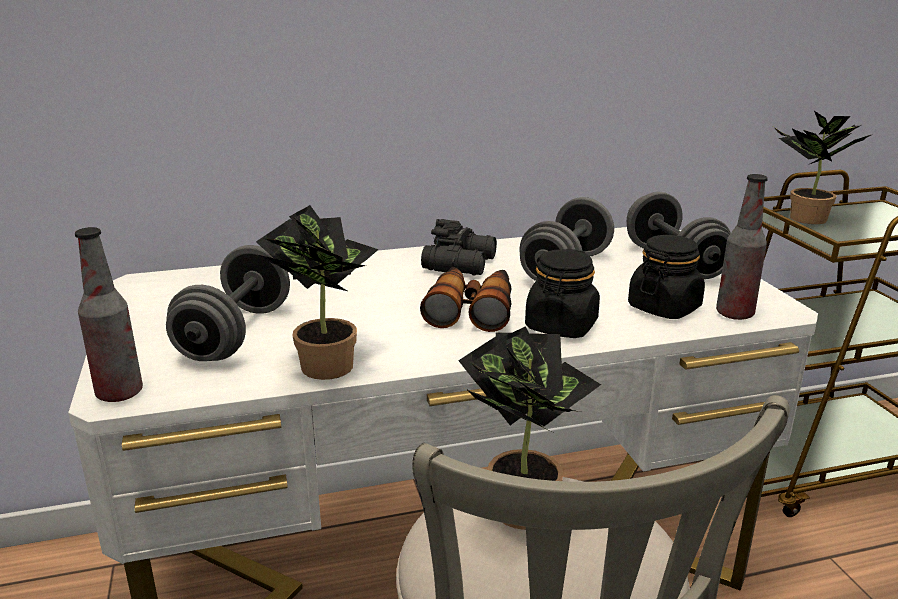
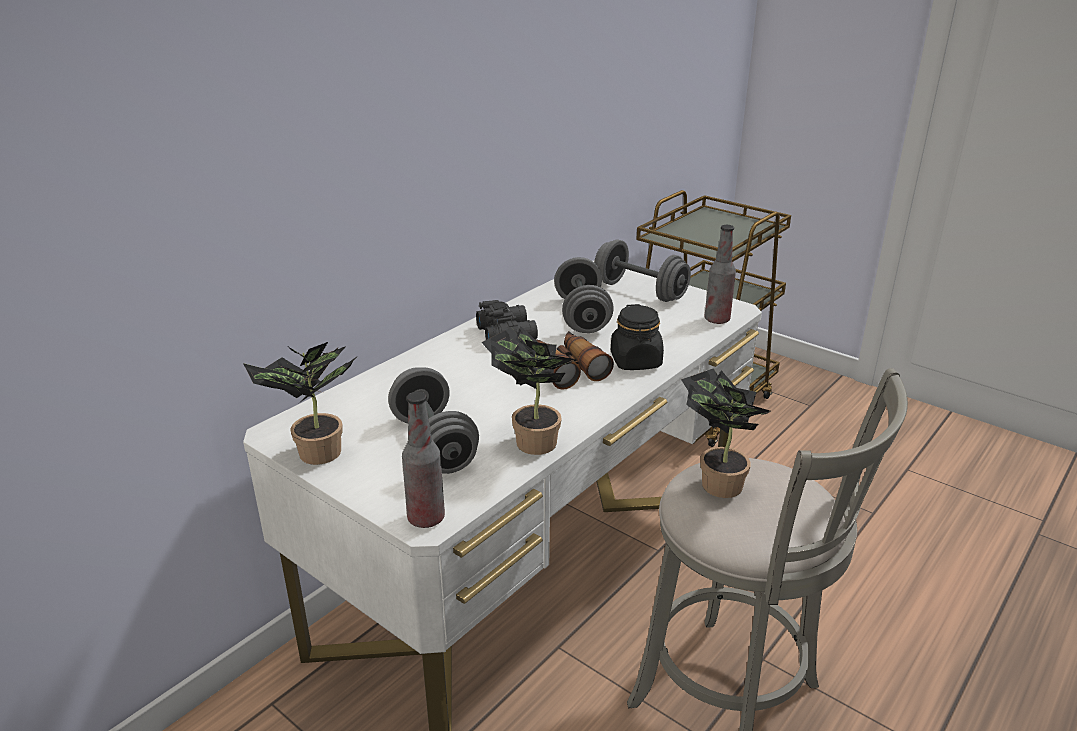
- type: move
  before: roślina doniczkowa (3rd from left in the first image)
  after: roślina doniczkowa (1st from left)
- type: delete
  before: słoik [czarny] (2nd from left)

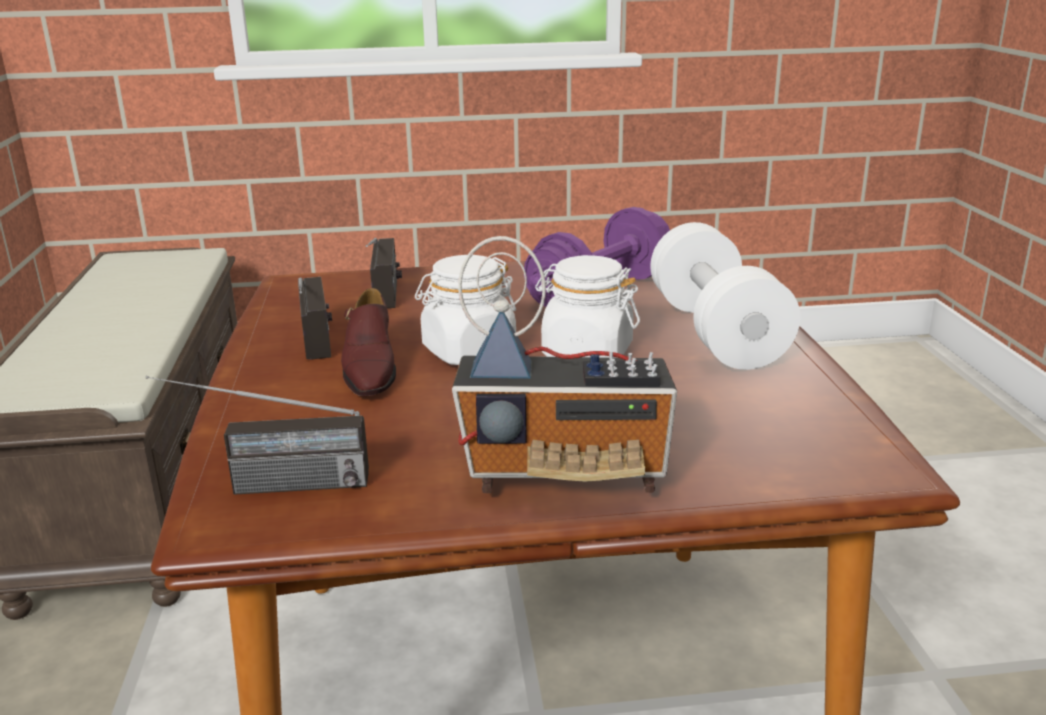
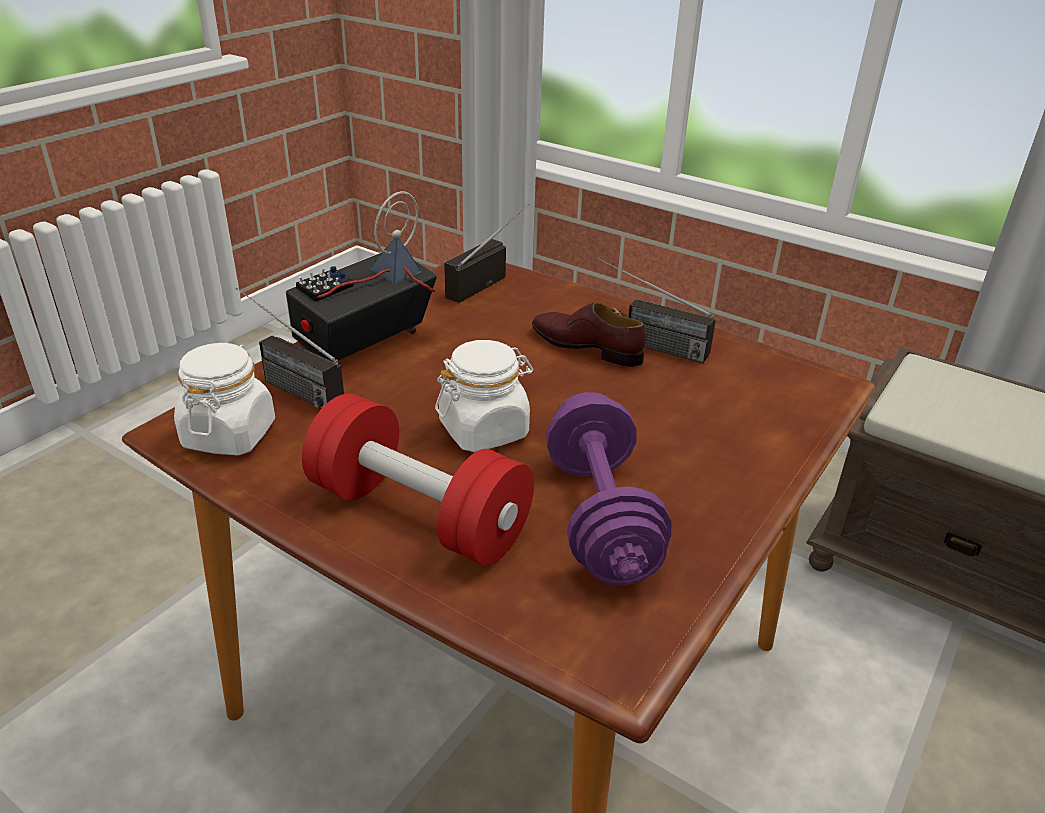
- type: move
  before: słoik [biały] (1st from left)
- type: move
  before: radio (3rd from left in the first image)
  after: radio (1st from left)
- type: recolor
  before: hantel [biały]
  after: hantel [czerwony]

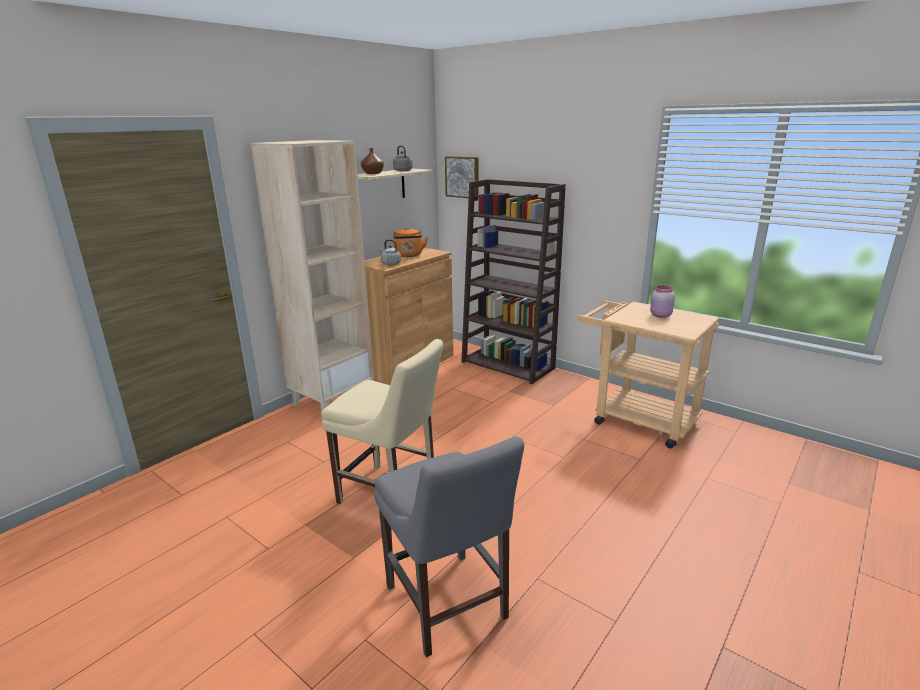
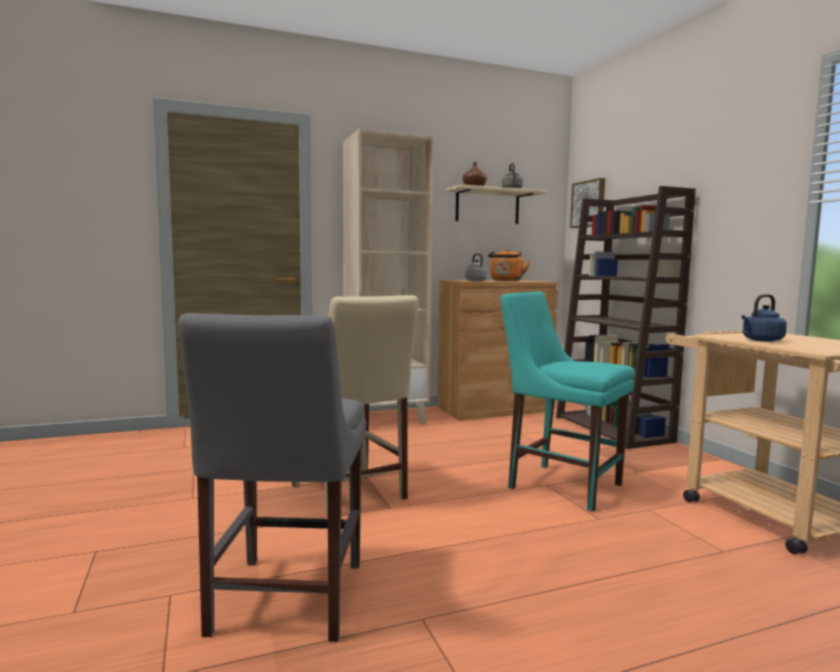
- type: insert
  after: krzesło [turkusowy]
- type: insert
  after: czajnik [niebieski]
- type: delete
  before: słoik [różowy]

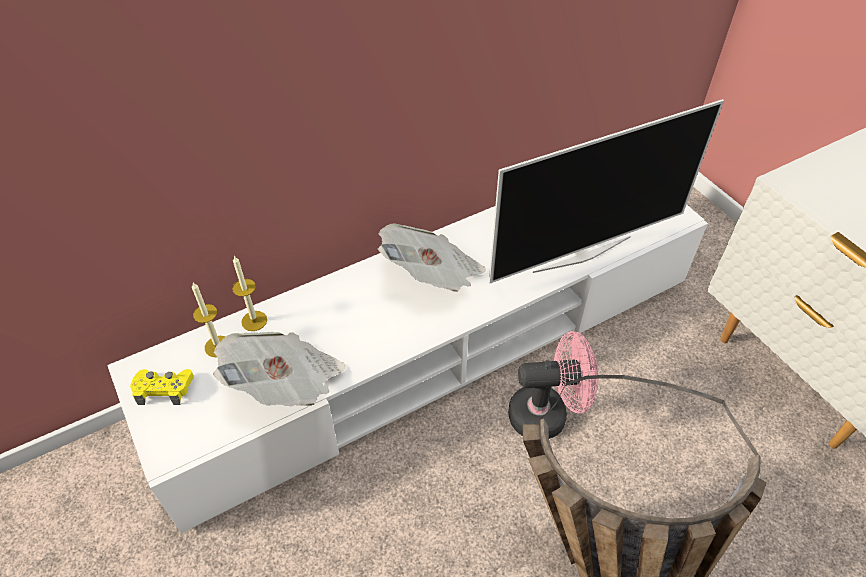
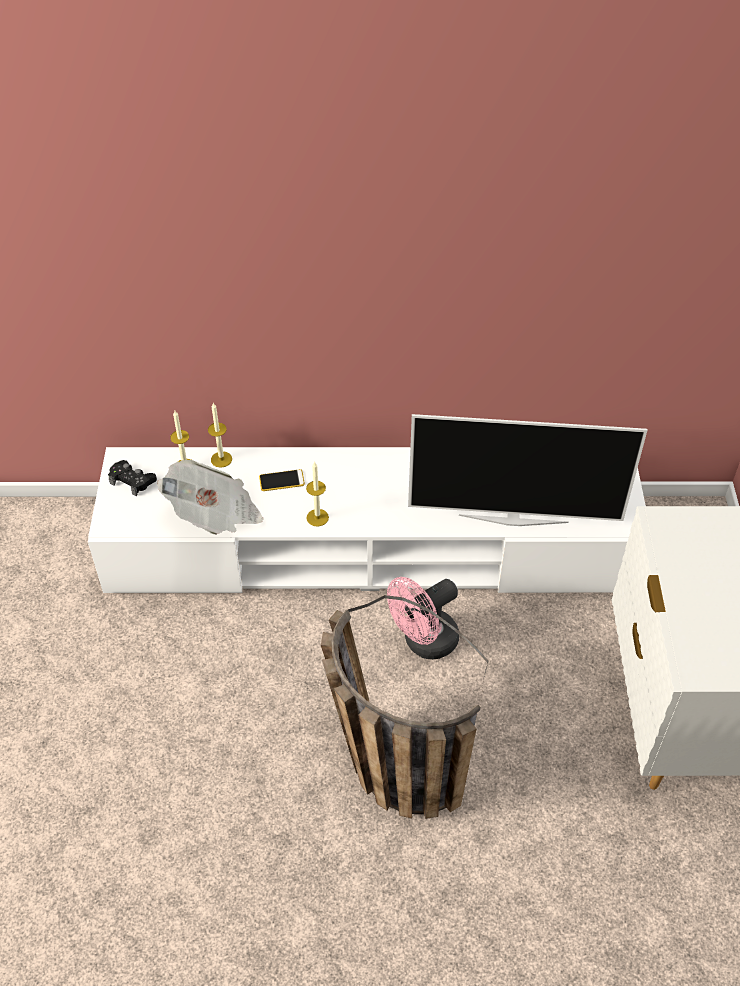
- type: recolor
  before: pad do gier [żółty]
  after: pad do gier [czarny]
- type: insert
  after: telefon
- type: insert
  after: świeca (3rd from left)
- type: rotate
  before: wentylator [różowy]
  turn: 120
- type: delete
  before: gazeta (2nd from left)

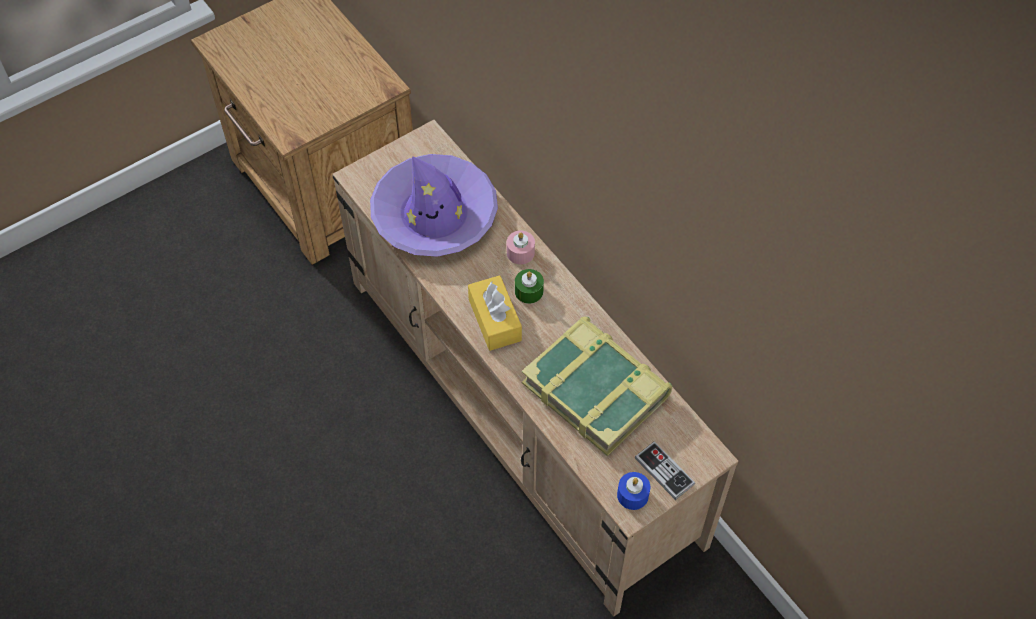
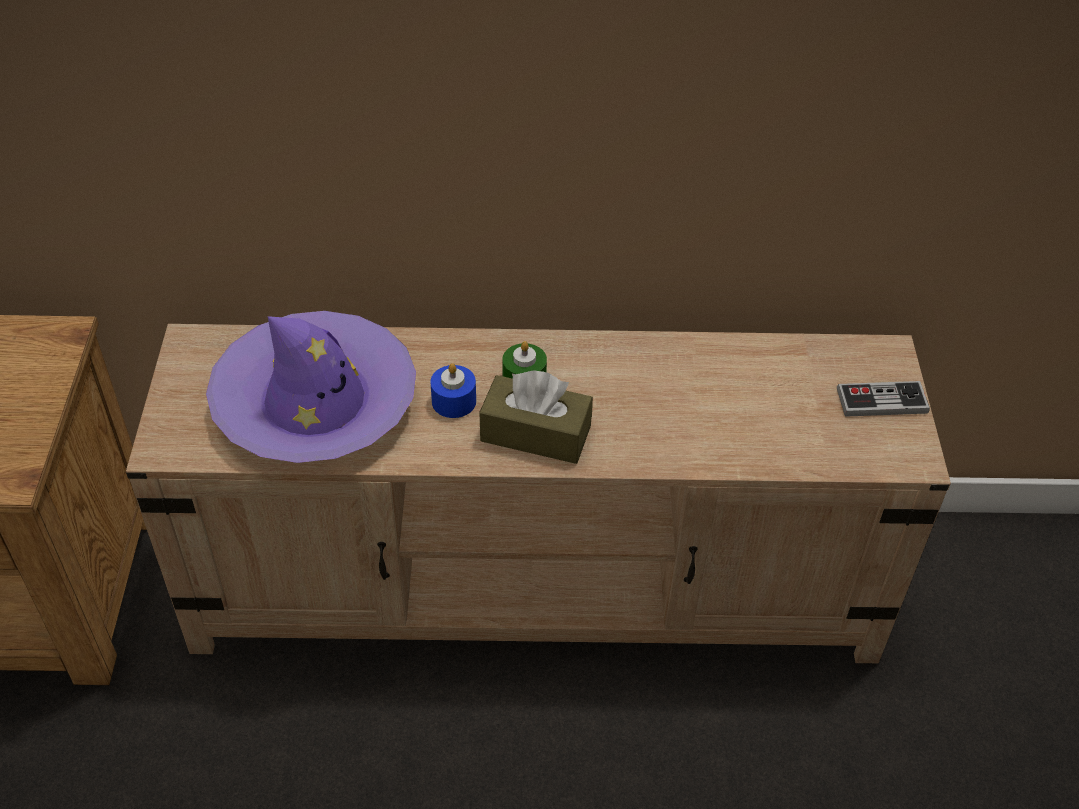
- type: move
  before: świeca [niebieski]
- type: recolor
  before: pudełko chusteczek [żółty]
  after: pudełko chusteczek [brązowy]
- type: delete
  before: świeca [różowy]
- type: delete
  before: książka

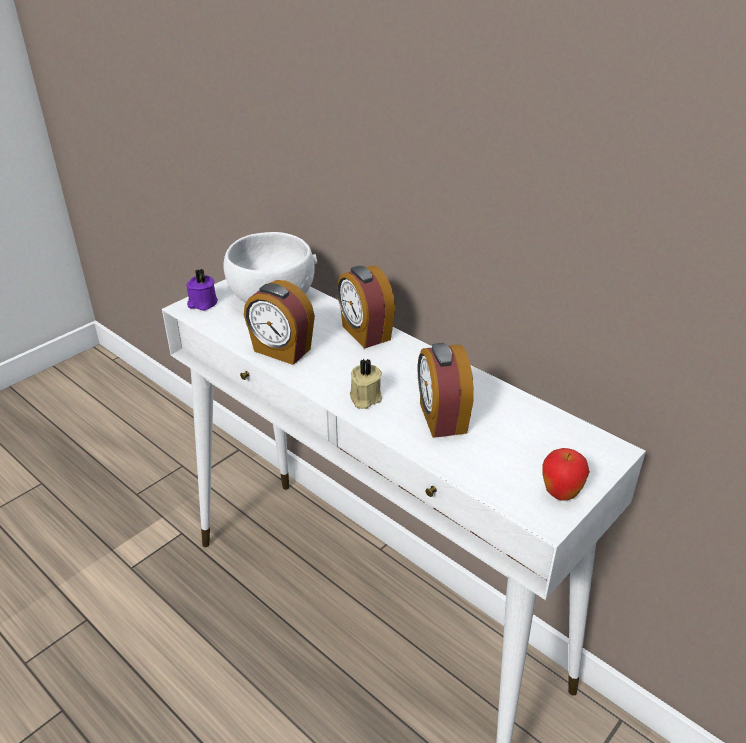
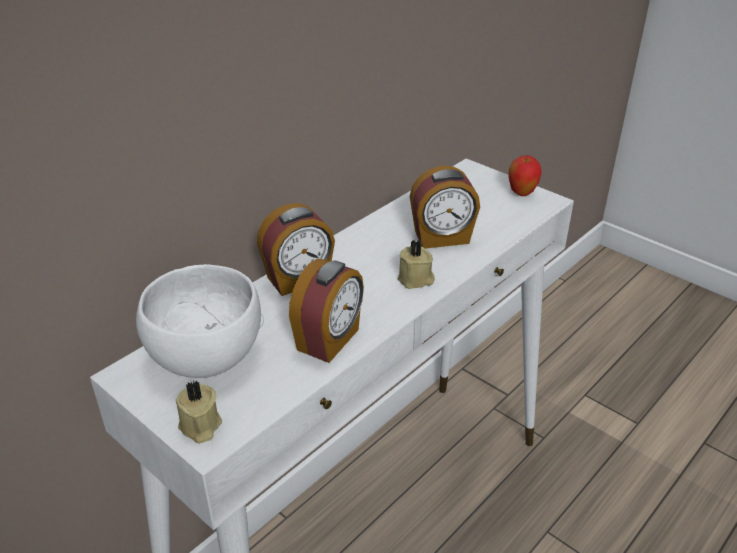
- type: recolor
  before: świeca [fioletowy]
  after: świeca [beżowy] (1st from left)

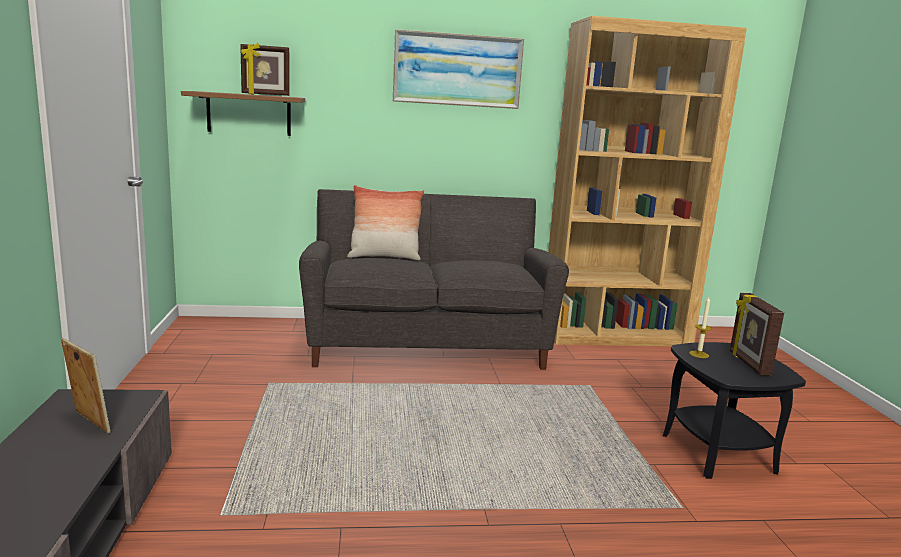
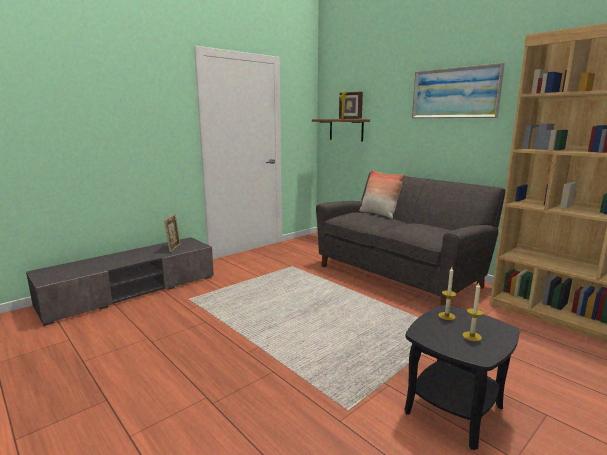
- type: replace
  before: ramka na zdjęcie (3rd from left)
  after: świeca (2nd from left)

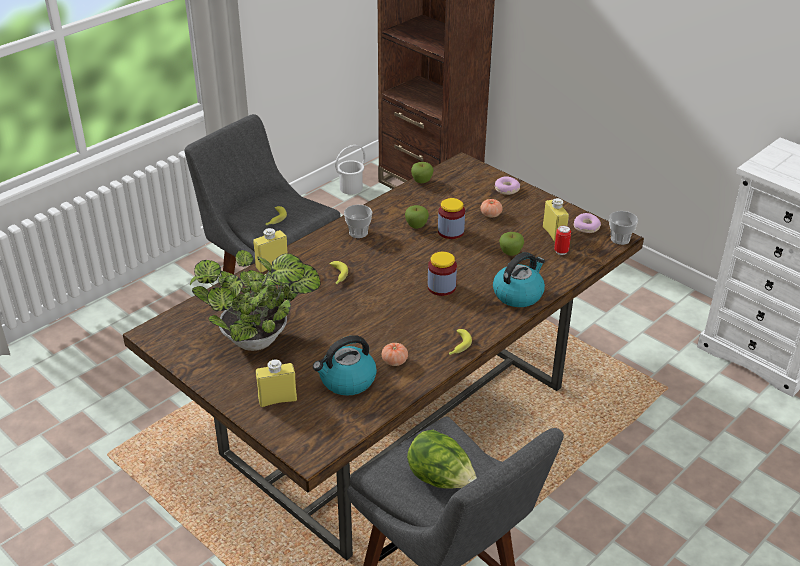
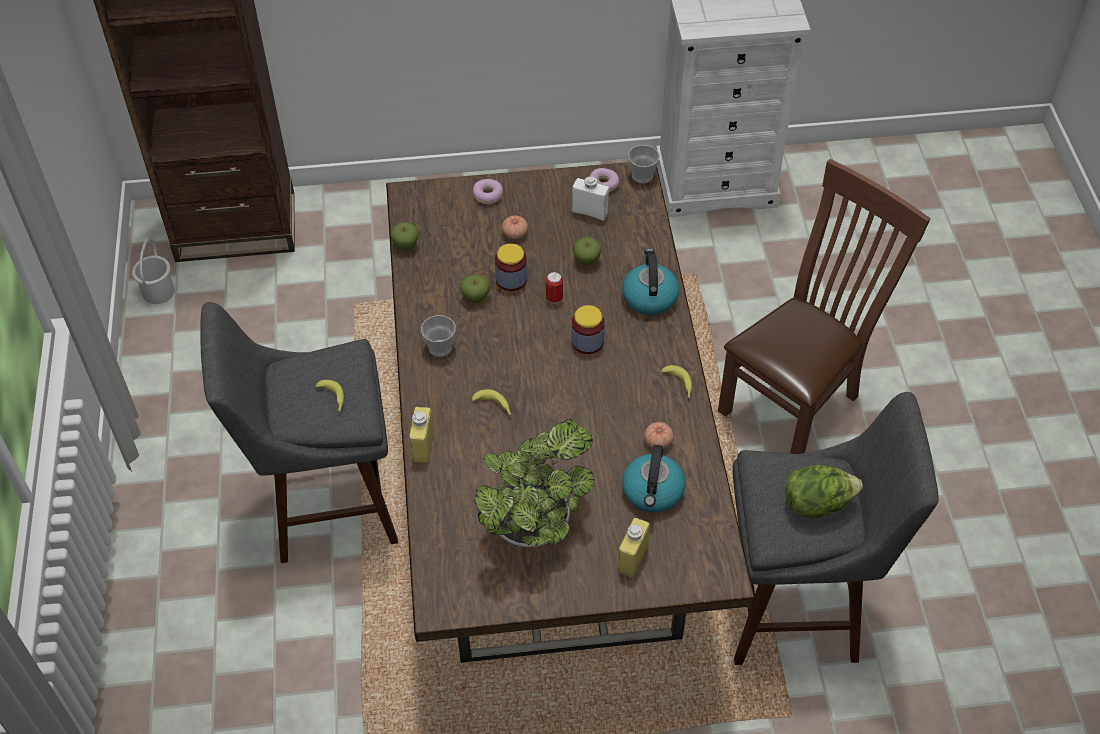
- type: move
  before: puszka
- type: recolor
  before: butelka [żółty] (3rd from left)
  after: butelka [biały]
- type: insert
  after: krzesło [brązowy]

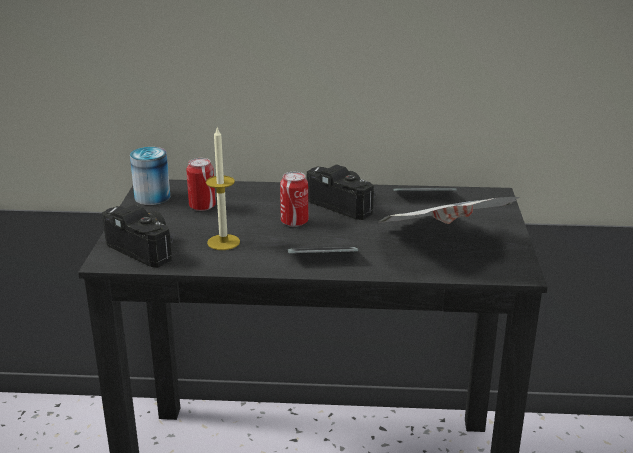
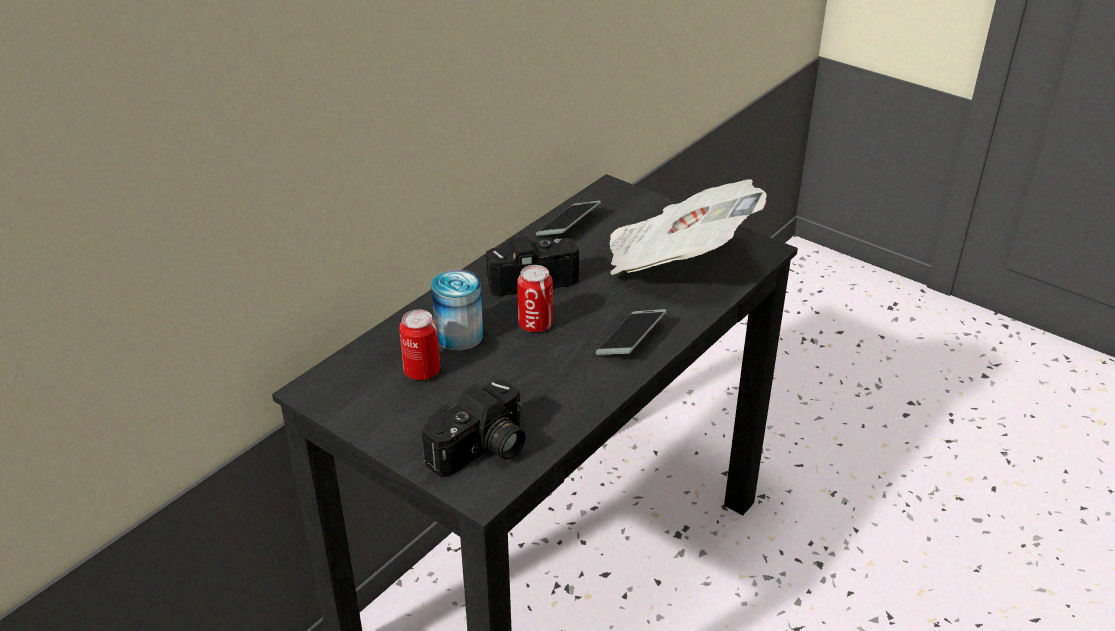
- type: rotate
  before: aparat fotograficzny (1st from left)
  turn: 150
- type: move
  before: puszka (1st from left in the first image)
  after: puszka (2nd from left)
- type: delete
  before: świeca

